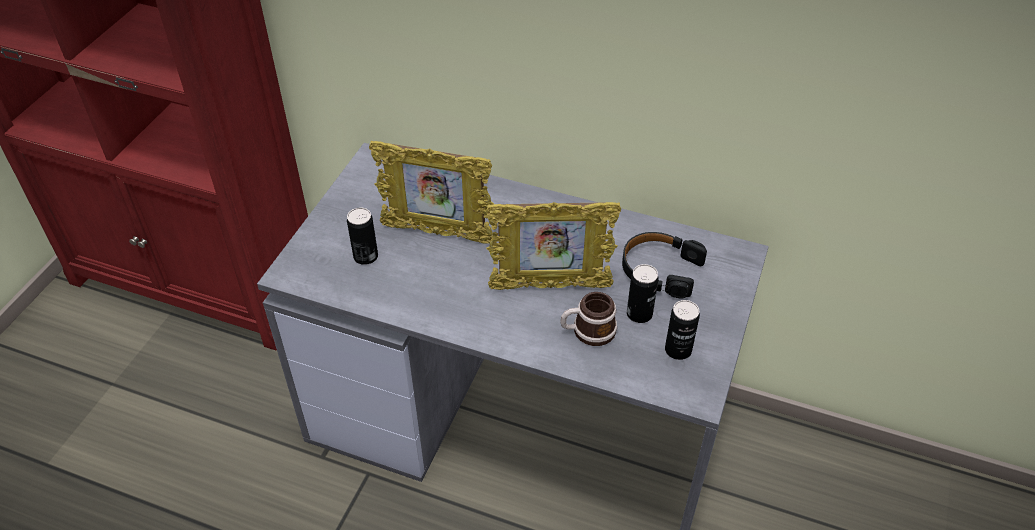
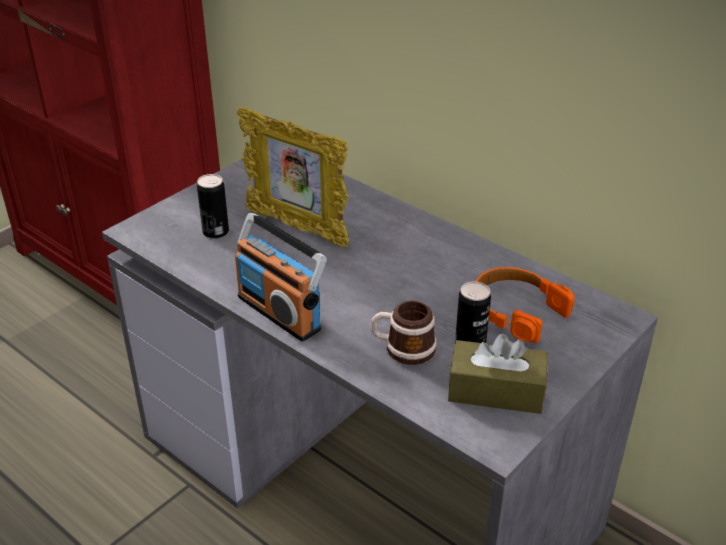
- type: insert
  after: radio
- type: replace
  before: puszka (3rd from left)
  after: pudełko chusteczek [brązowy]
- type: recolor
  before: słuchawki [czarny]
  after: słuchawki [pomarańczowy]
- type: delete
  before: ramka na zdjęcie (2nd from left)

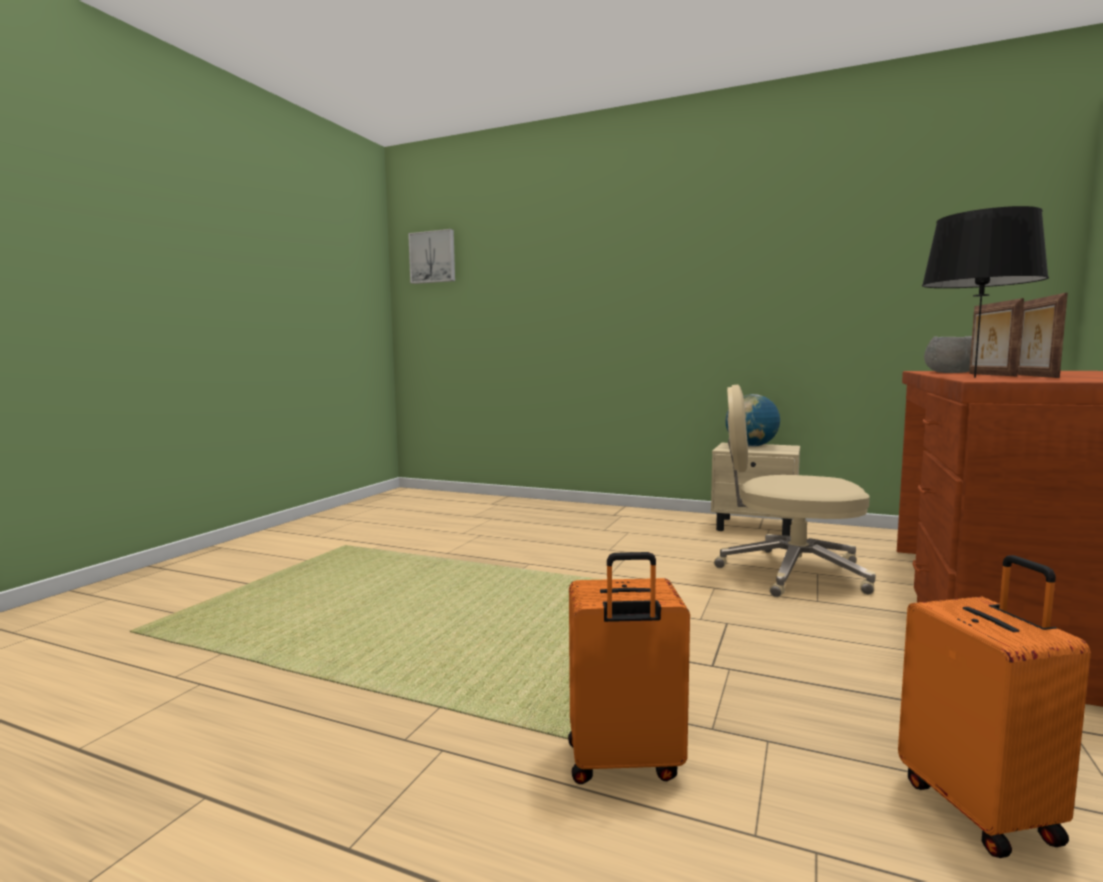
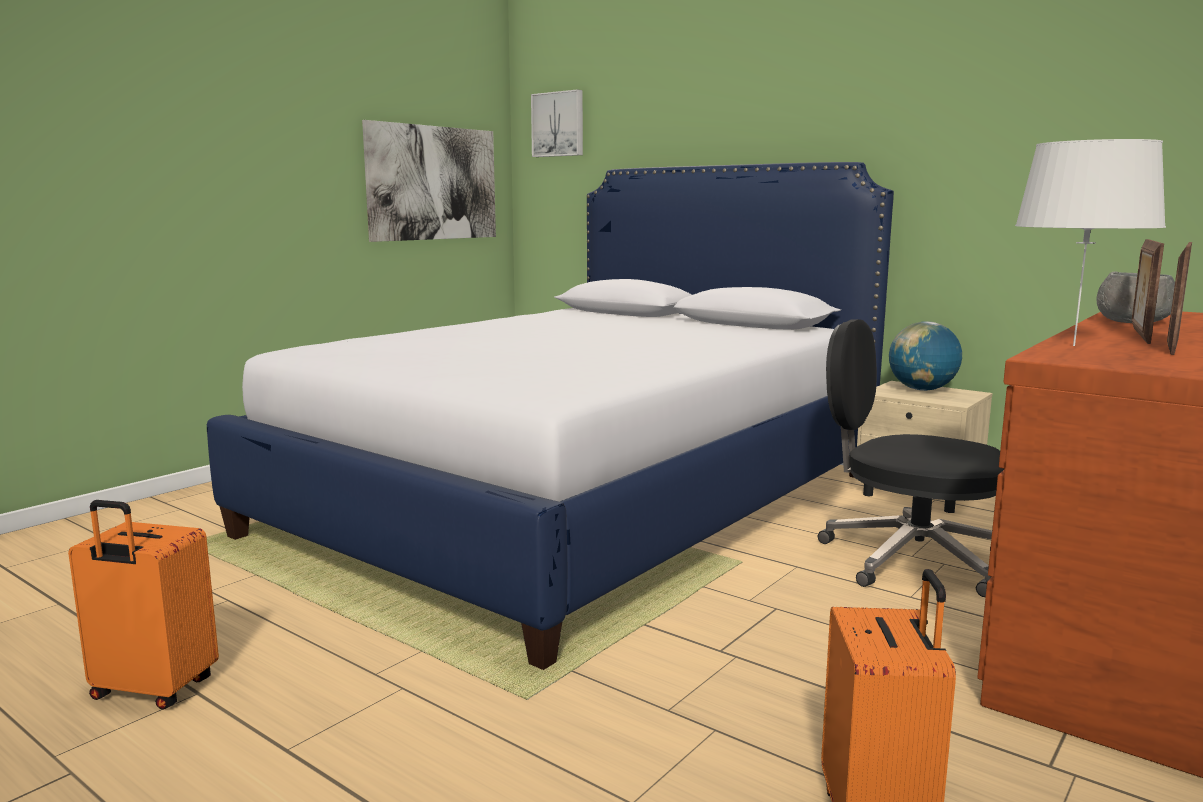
- type: move
  before: walizka [pomarańczowy] (1st from left)
- type: insert
  after: łóżko
- type: insert
  after: obraz (1st from left)
- type: recolor
  before: krzesło biurowe [beżowy]
  after: krzesło biurowe [czarny]
- type: recolor
  before: lampa stołowa [czarny]
  after: lampa stołowa [biały]

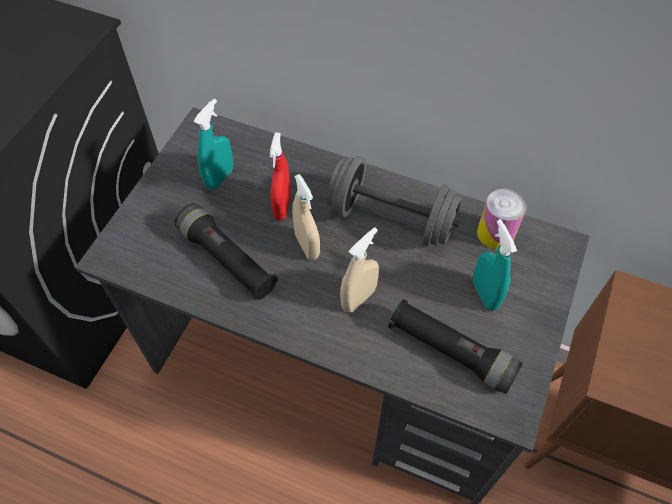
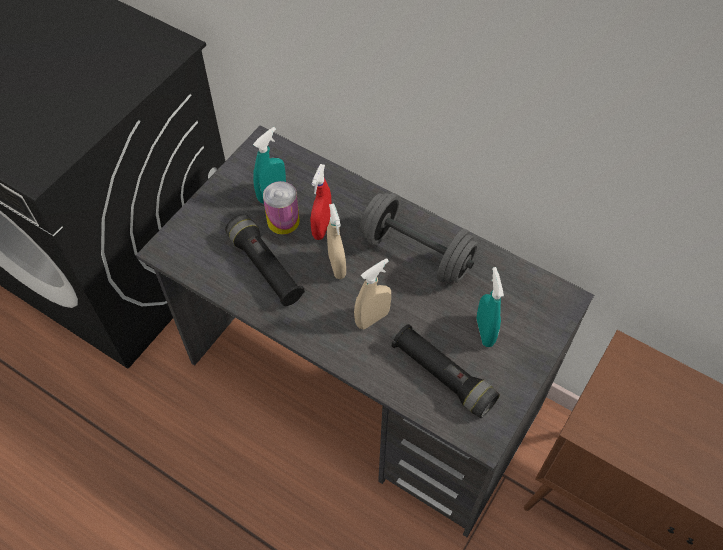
- type: move
  before: puszka

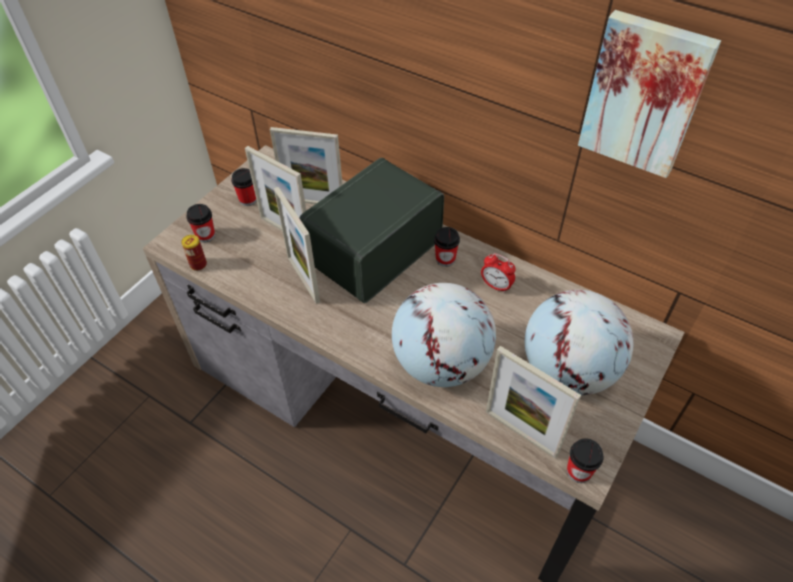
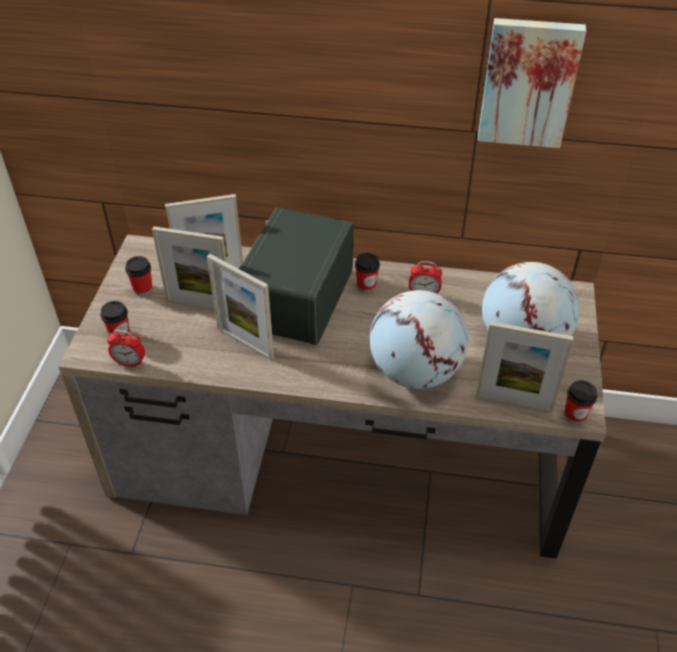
- type: replace
  before: puszka
  after: budzik (1st from left)

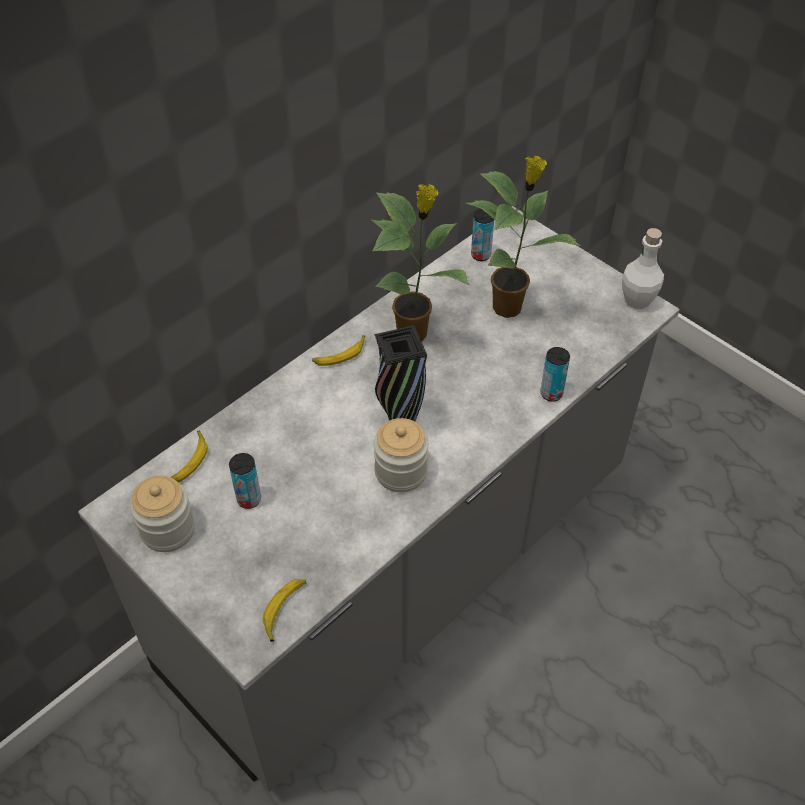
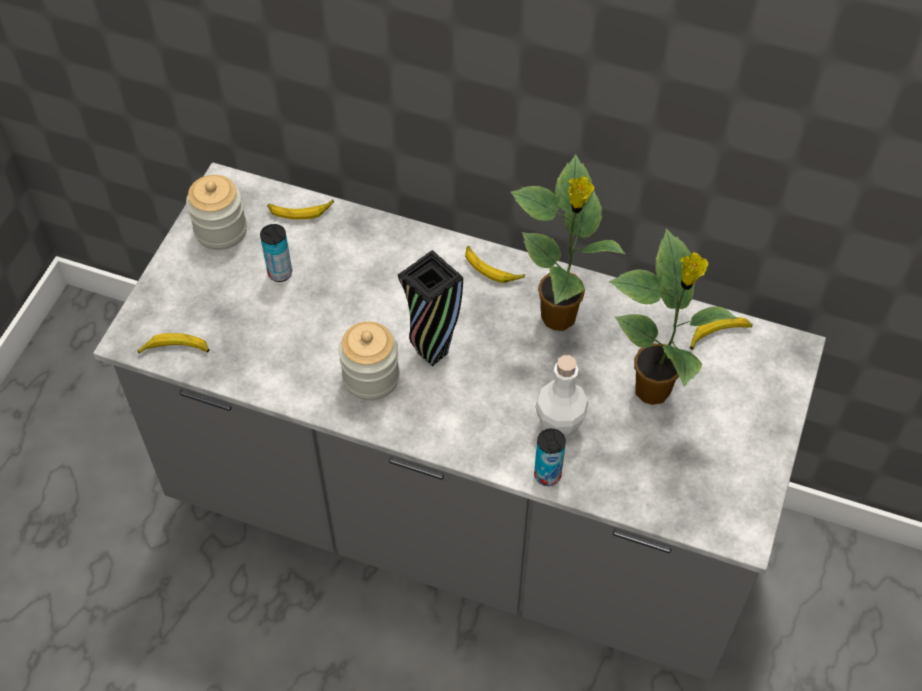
- type: move
  before: butelka [biały]
- type: replace
  before: puszka (2nd from left)
  after: banan (4th from left)

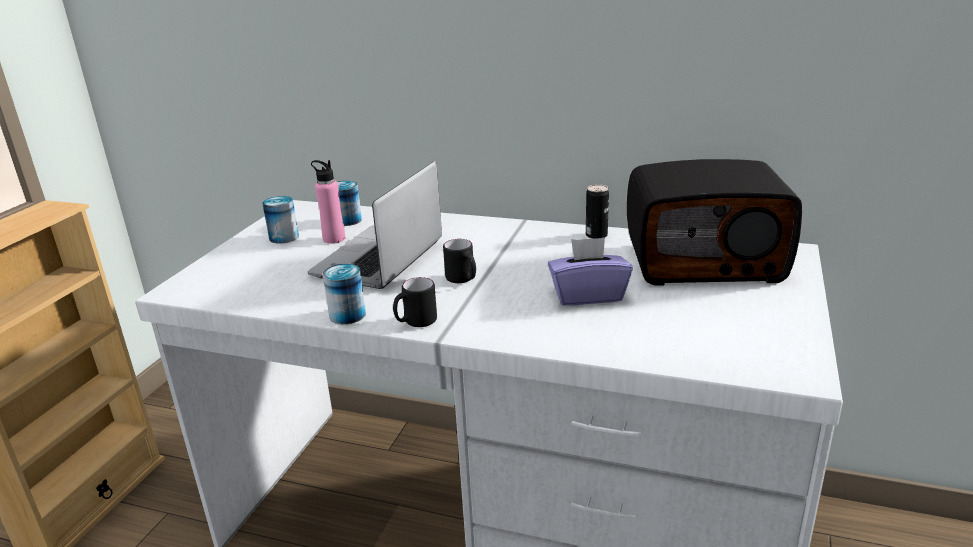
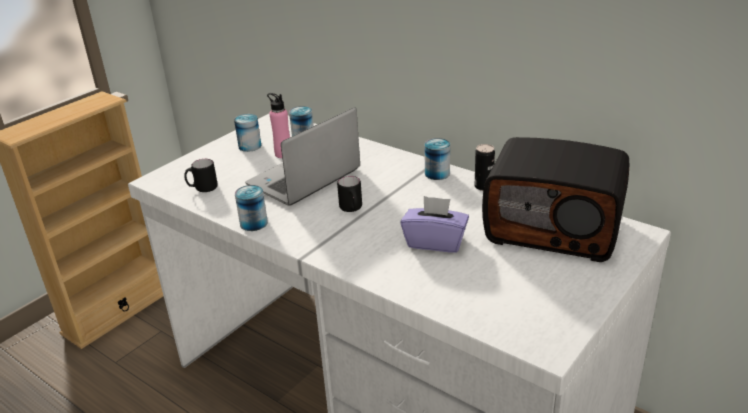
- type: move
  before: kubek [czarny] (1st from left)
- type: insert
  after: puszka (4th from left)

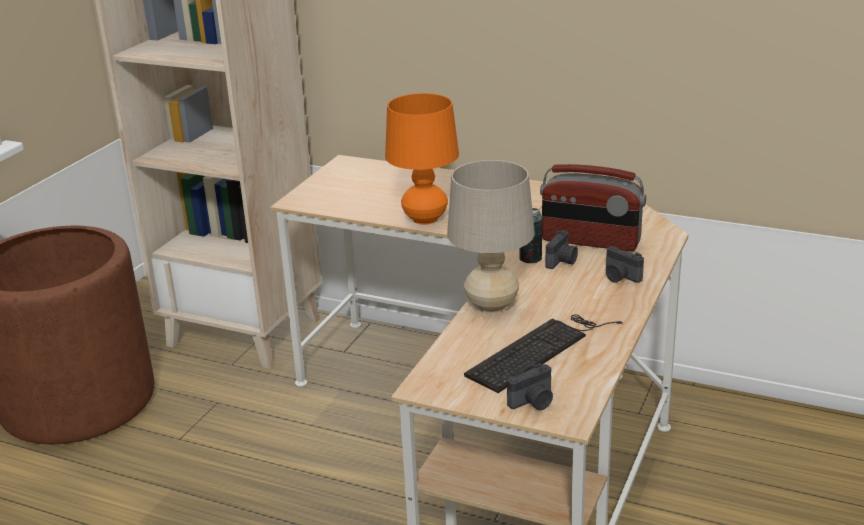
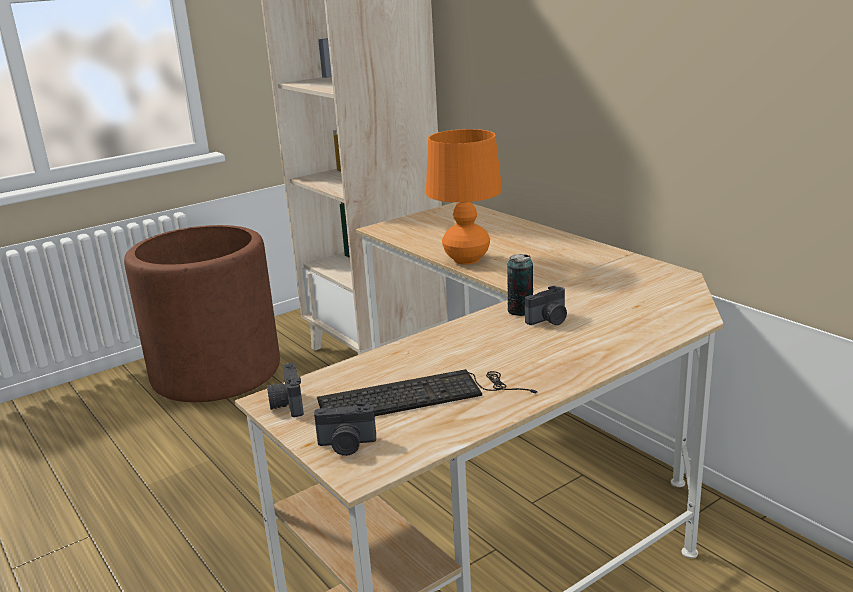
- type: move
  before: aparat fotograficzny (3rd from left in the first image)
  after: aparat fotograficzny (1st from left)
- type: delete
  before: lampa stołowa [beżowy]
- type: delete
  before: radio

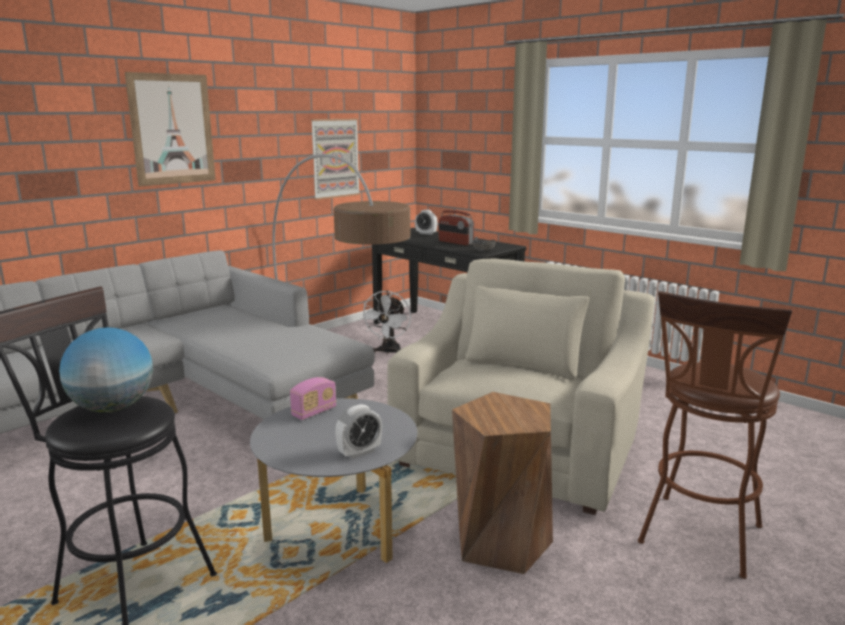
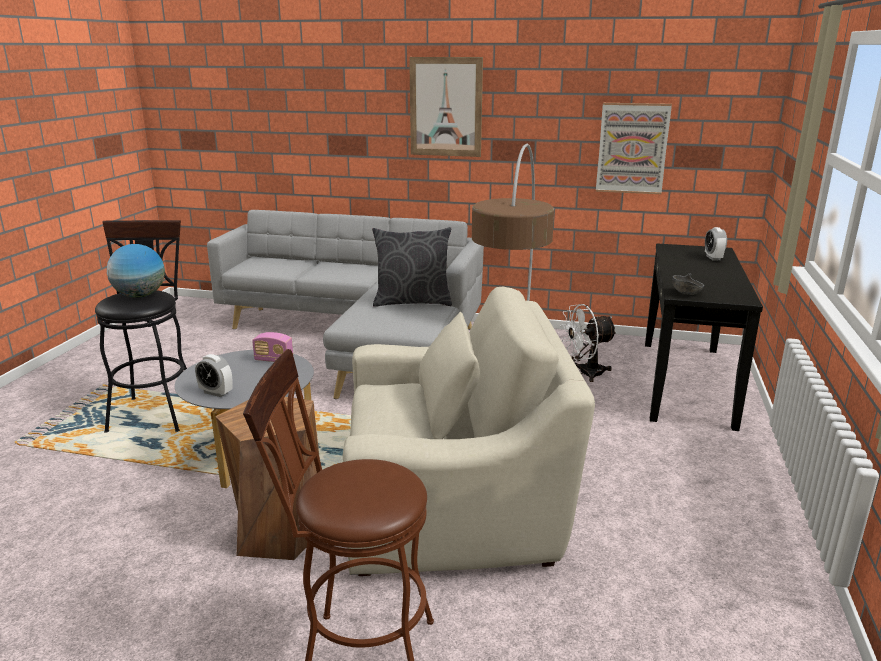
- type: insert
  after: poduszka [szary]
- type: delete
  before: radio (2nd from left)

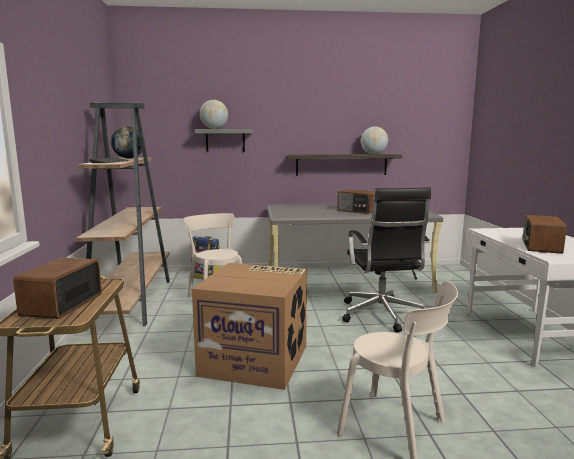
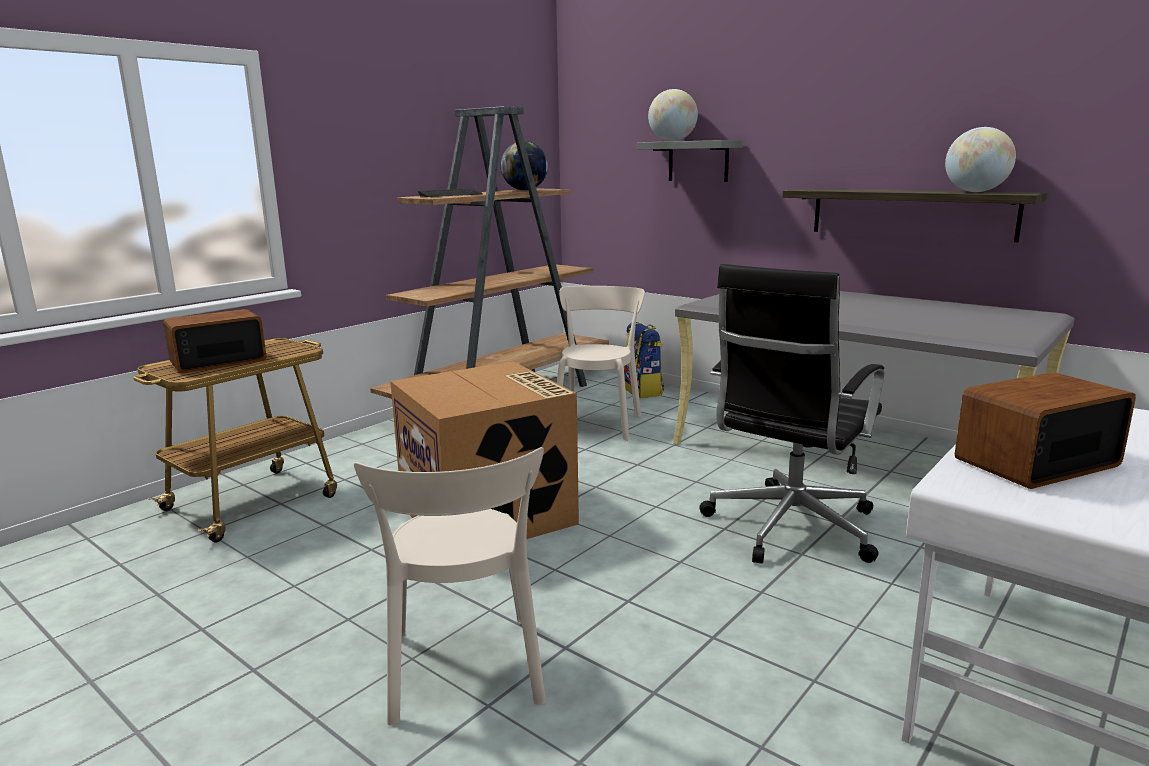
- type: delete
  before: radio (2nd from left)

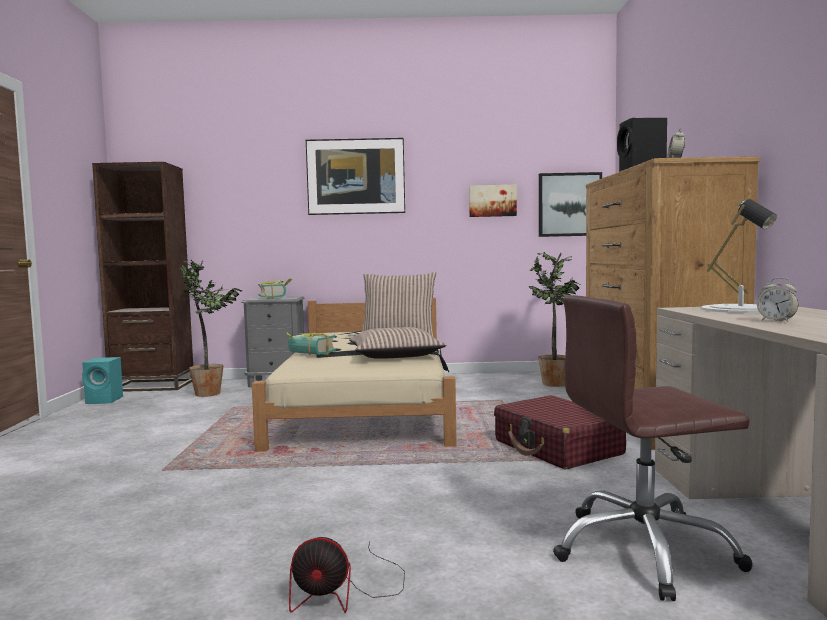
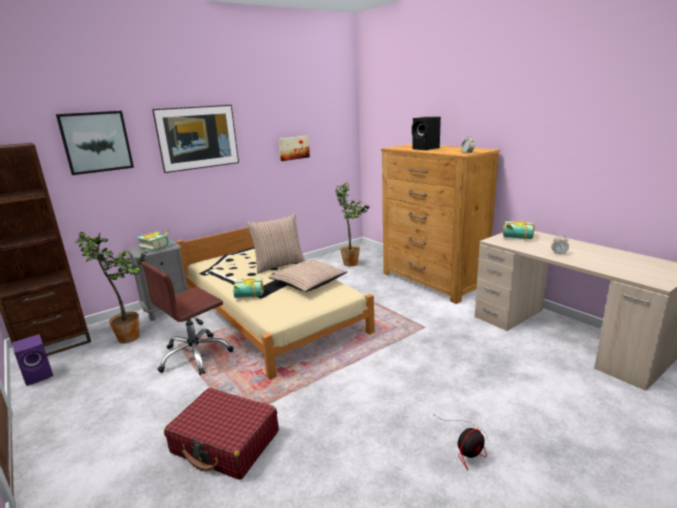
- type: recolor
  before: głośnik [turkusowy]
  after: głośnik [fioletowy]
- type: move
  before: obraz (3rd from left in the first image)
  after: obraz (1st from left)
- type: move
  before: krzesło biurowe [brązowy]
- type: move
  before: walizka [czerwony]
- type: replace
  before: lampa stołowa [biały]
  after: książka (3rd from left)

